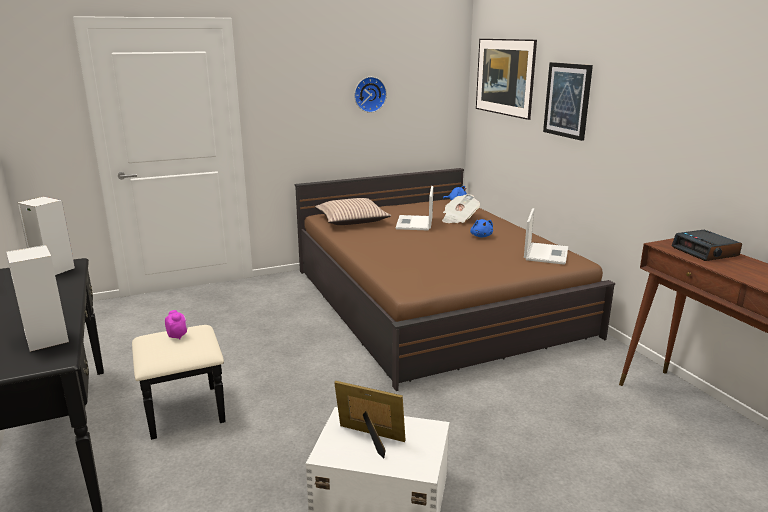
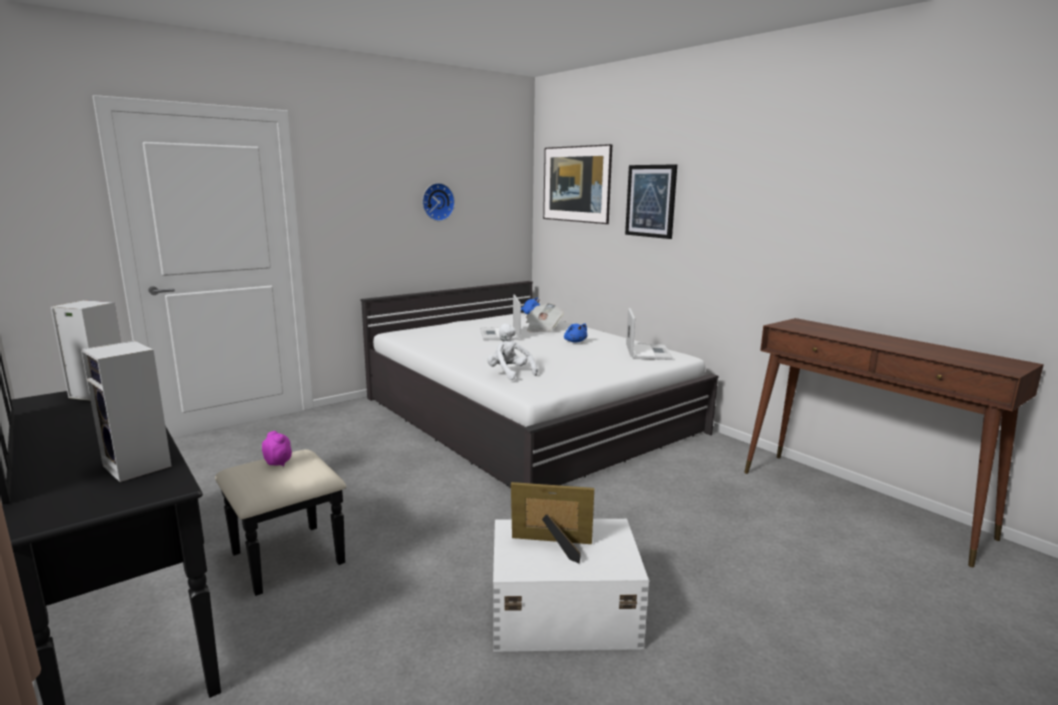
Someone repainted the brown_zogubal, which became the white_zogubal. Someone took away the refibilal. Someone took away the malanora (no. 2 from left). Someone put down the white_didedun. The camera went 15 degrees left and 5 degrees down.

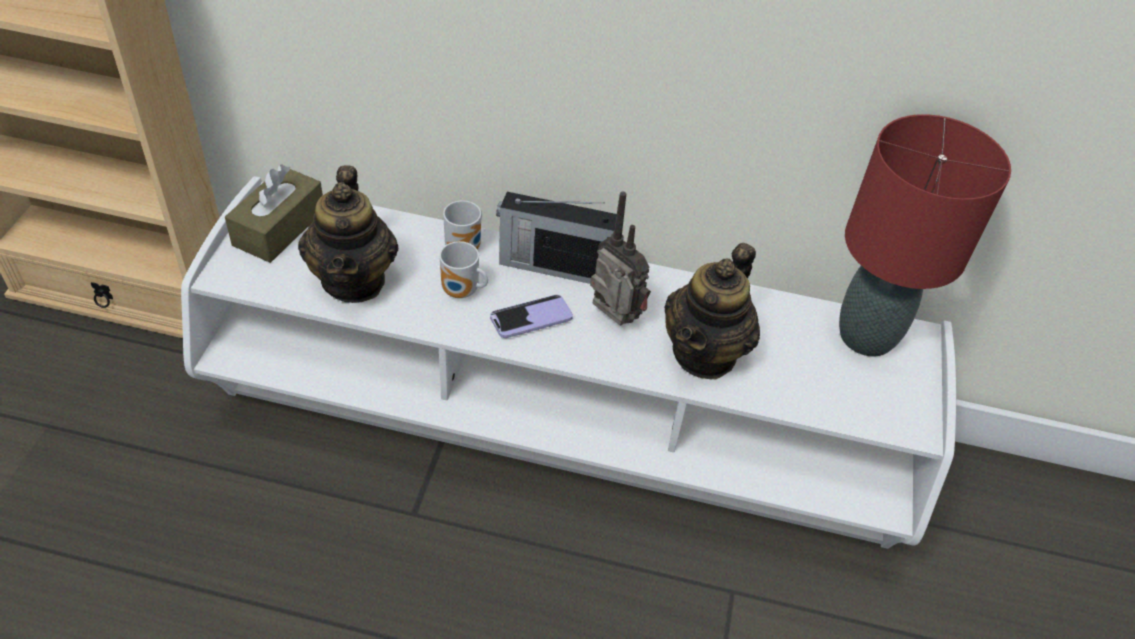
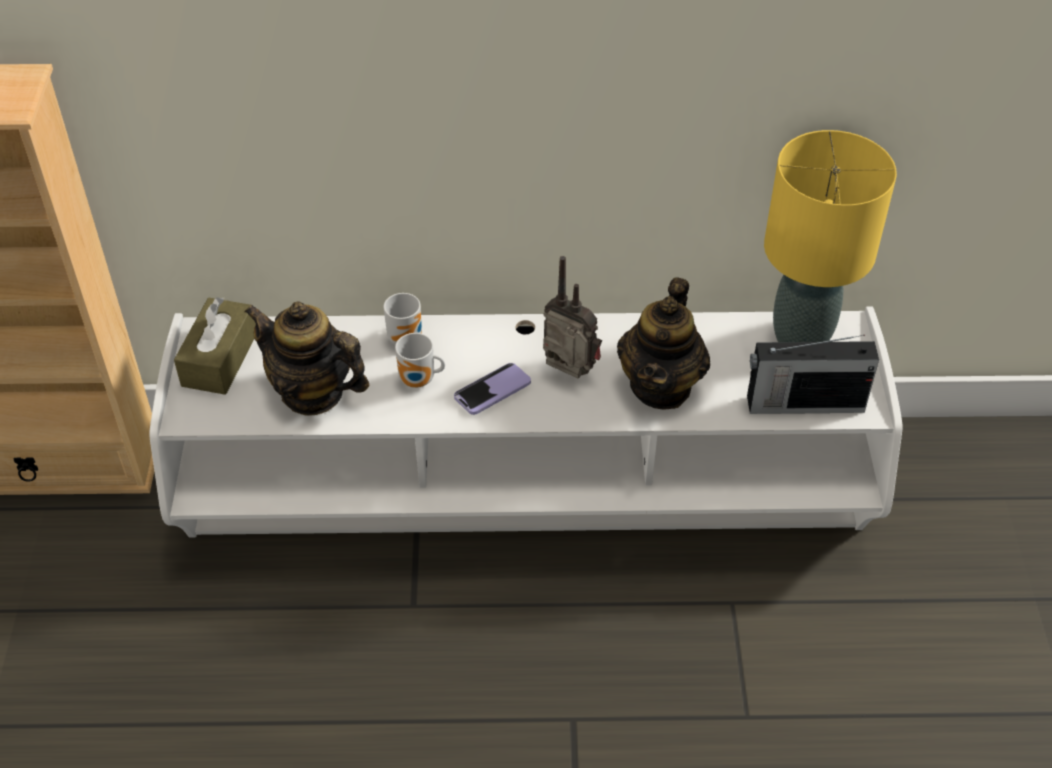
Someone rotated the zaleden (no. 1 from left) by 135 degrees clockwise. Someone carried the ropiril (no. 1 from left in the first image). Someone repainted the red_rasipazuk, which became the yellow_rasipazuk. The camera went 10 degrees left and 0 degrees up.

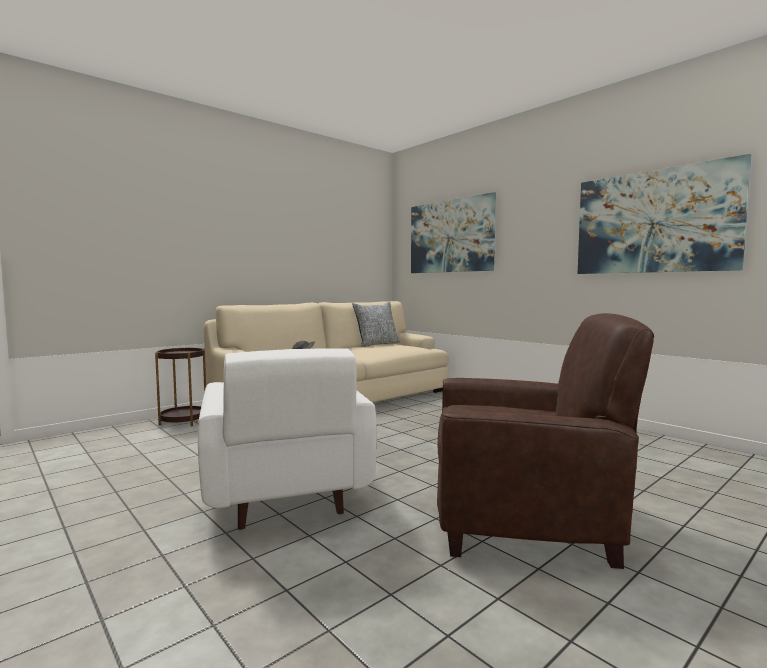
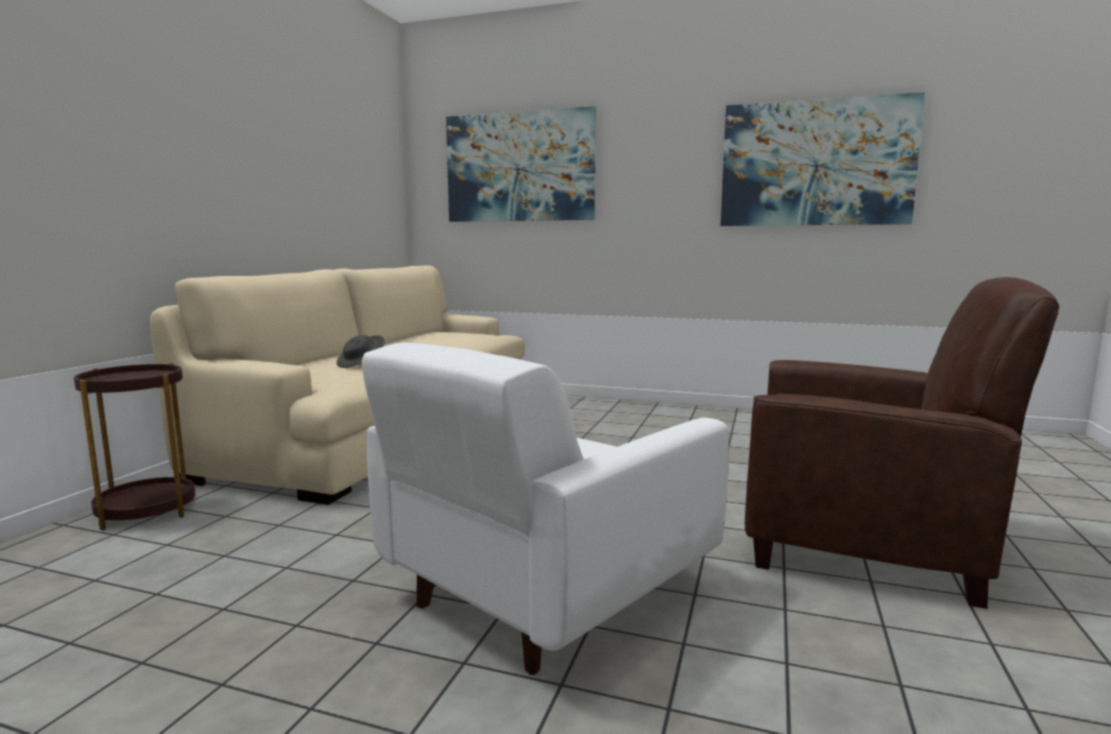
Someone rotated the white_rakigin by 90 degrees clockwise. Someone took away the refibilal. Someone rotated the brown_rakigin by 45 degrees clockwise. The camera went 30 degrees left and 5 degrees up.

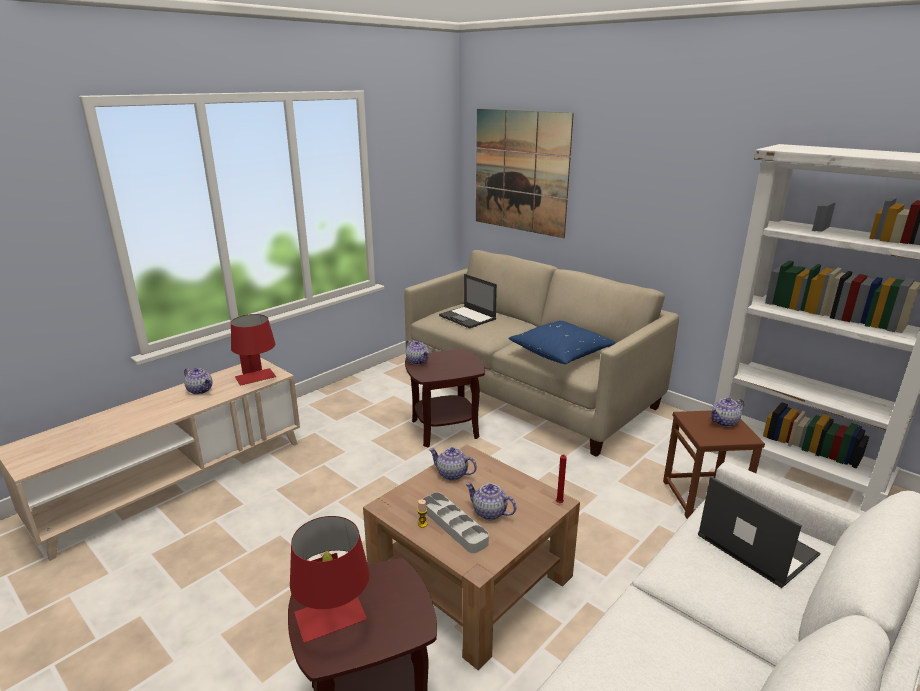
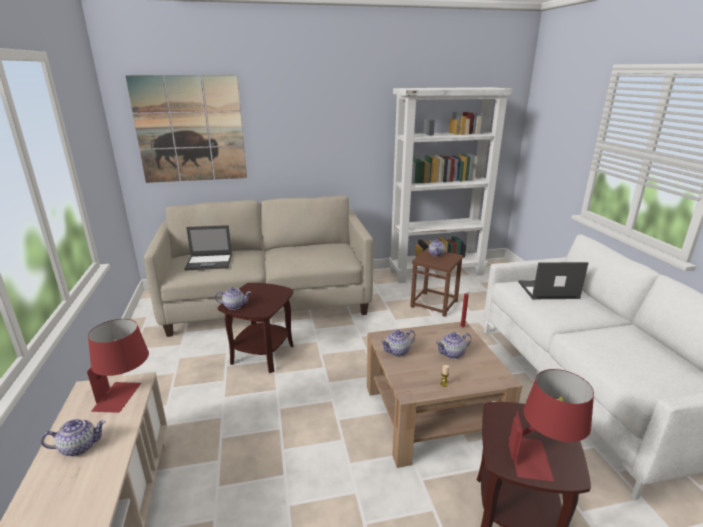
Someone took away the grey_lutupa. Someone took away the blue_refibilal. The camera went 55 degrees left and 0 degrees up.

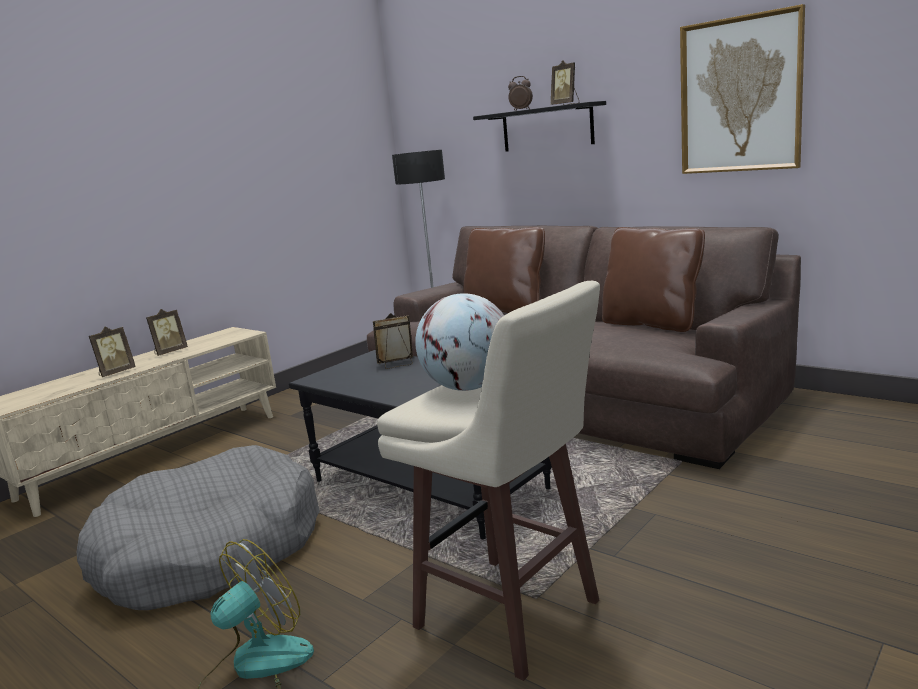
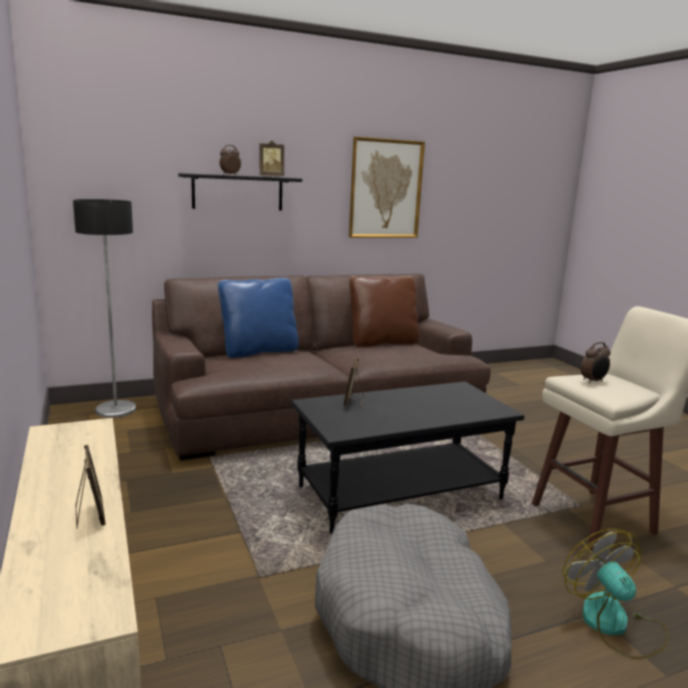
Someone took away the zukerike (no. 2 from left). Someone swapped the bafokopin for the malanora (no. 2 from left). Someone repainted the brown_refibilal (no. 1 from left), which became the blue_refibilal. The camera went 65 degrees left and 0 degrees up.

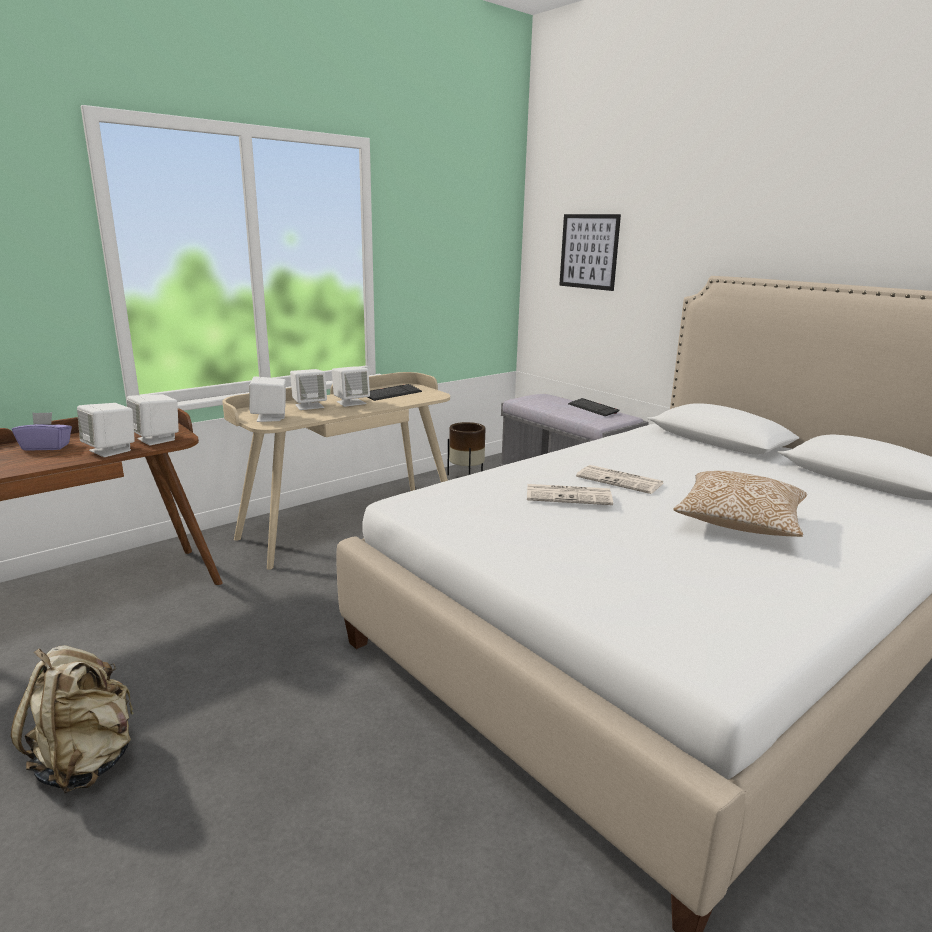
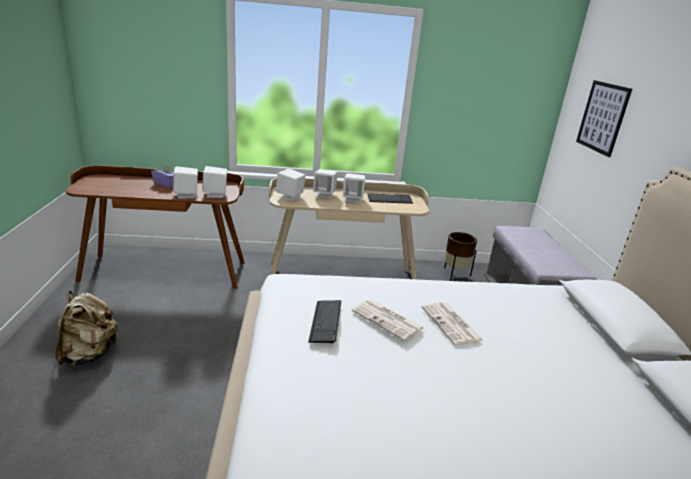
Someone carried the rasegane (no. 2 from left in the first image). Someone took away the refibilal. The camera went 35 degrees right and 5 degrees up.

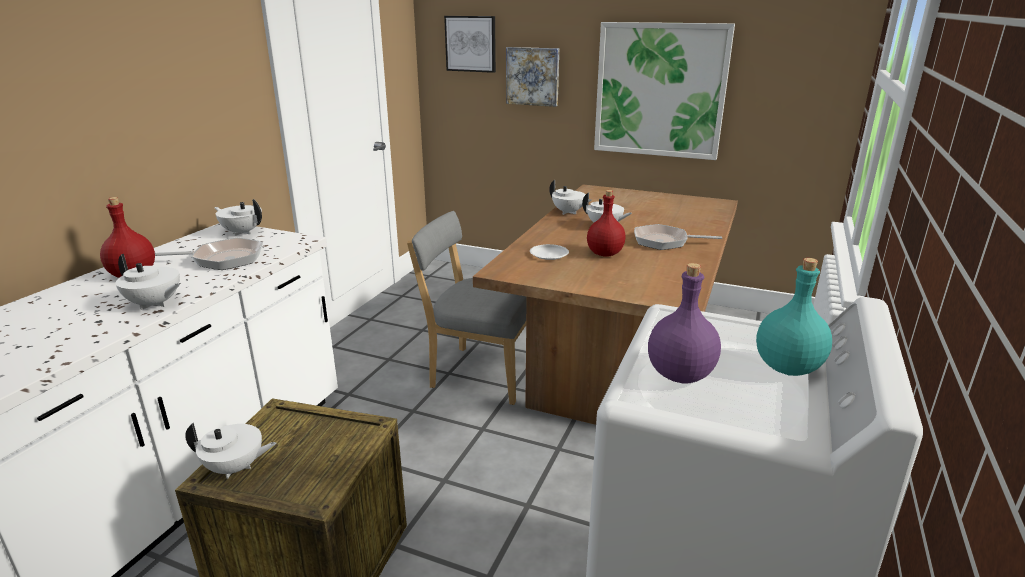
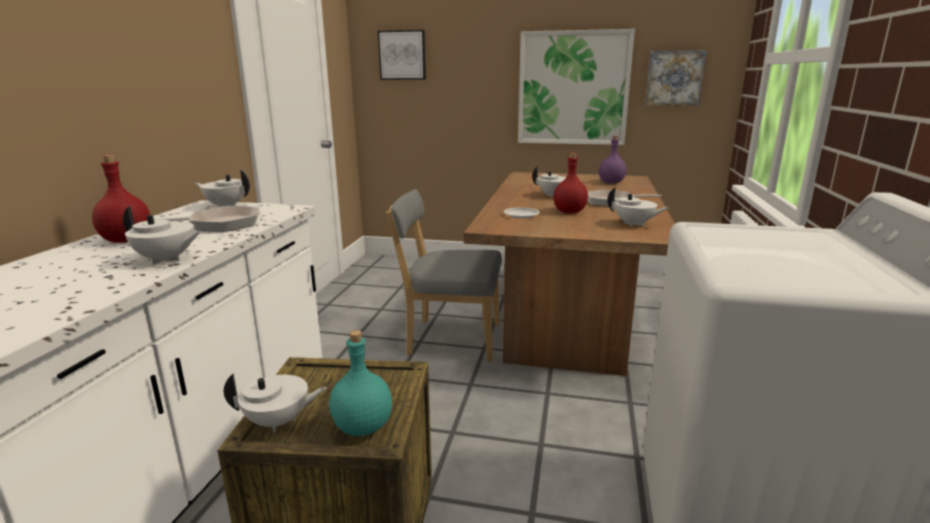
Someone carried the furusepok (no. 2 from left in the first image). Someone carried the white_zaleden (no. 4 from left in the first image). Someone carried the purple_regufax. Someone carried the turquoise_regufax. The camera went 10 degrees left and 5 degrees down.

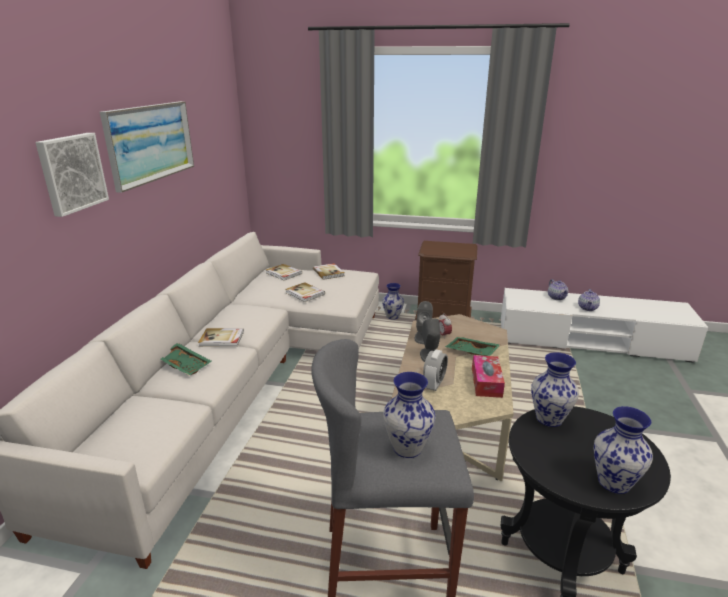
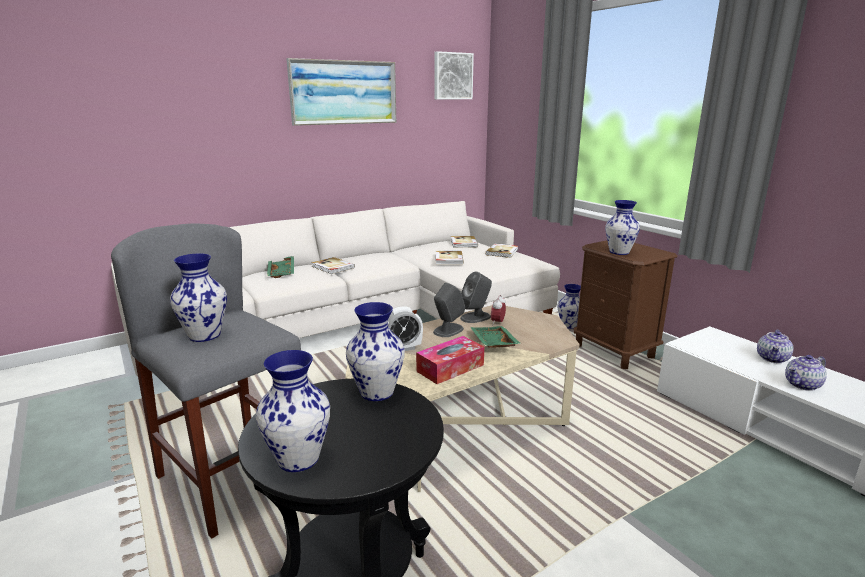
Someone carried the furusepok (no. 1 from left in the first image). Someone put down the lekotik (no. 5 from left). The camera went 45 degrees right and 5 degrees down.

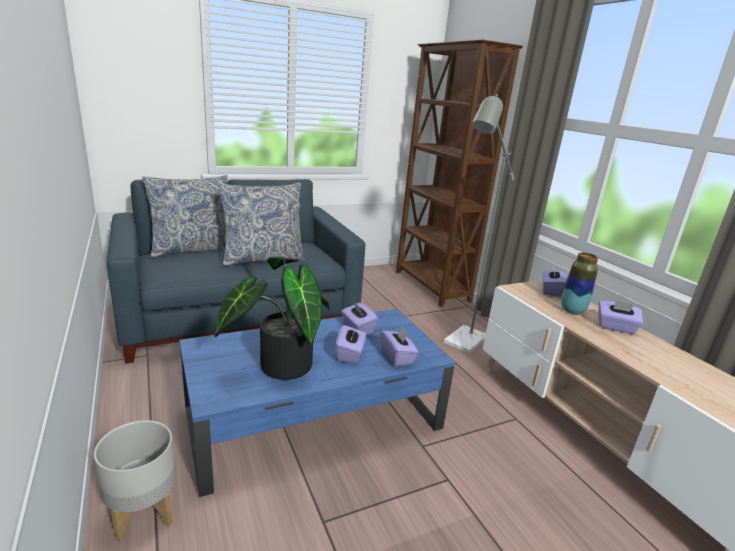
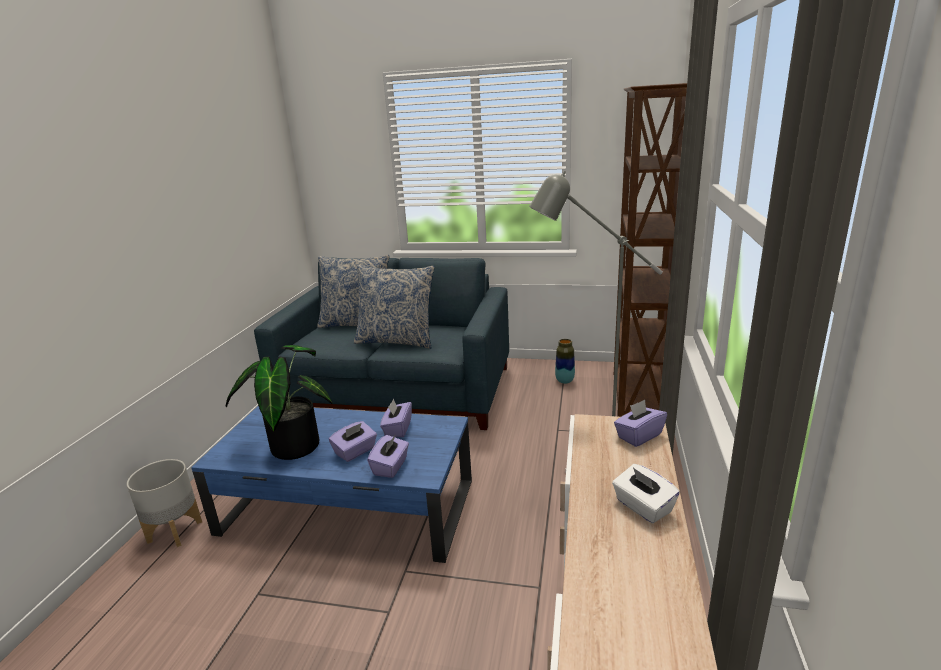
Someone carried the lekotik. Someone repainted the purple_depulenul (no. 5 from left), which became the white_depulenul. The camera went 40 degrees right and 0 degrees up.

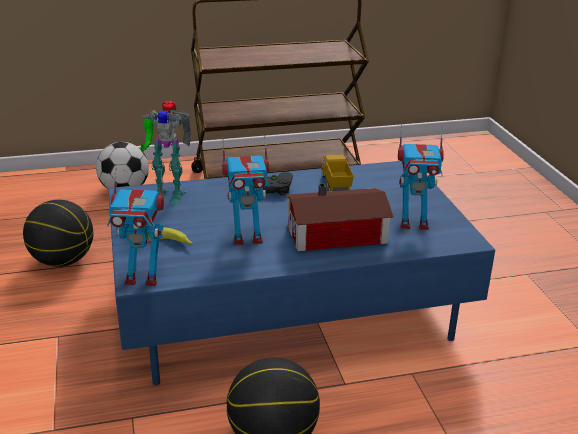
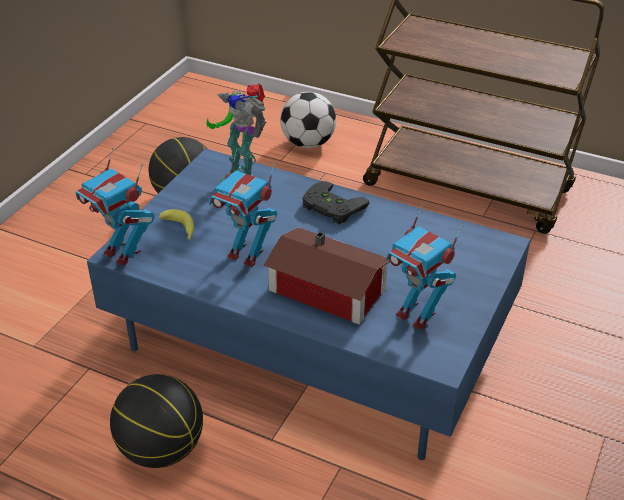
Someone took away the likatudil. The camera went 40 degrees right and 10 degrees up.

